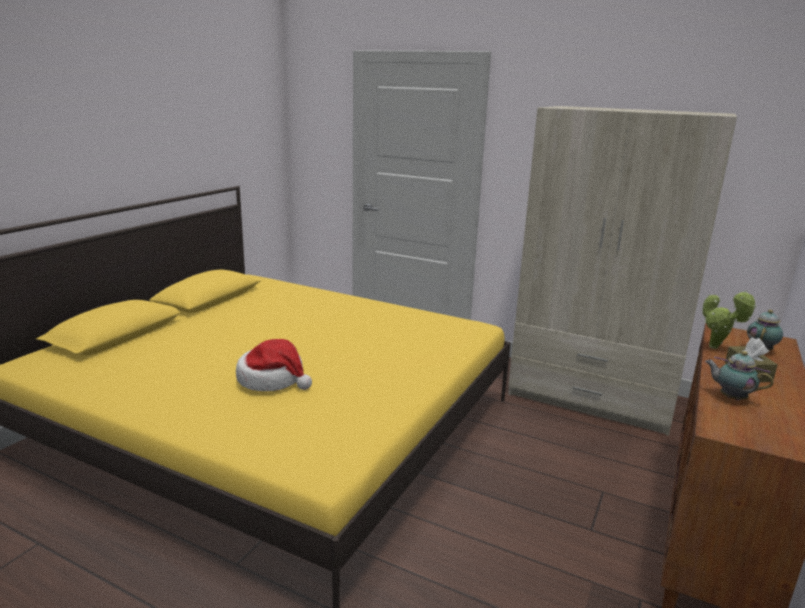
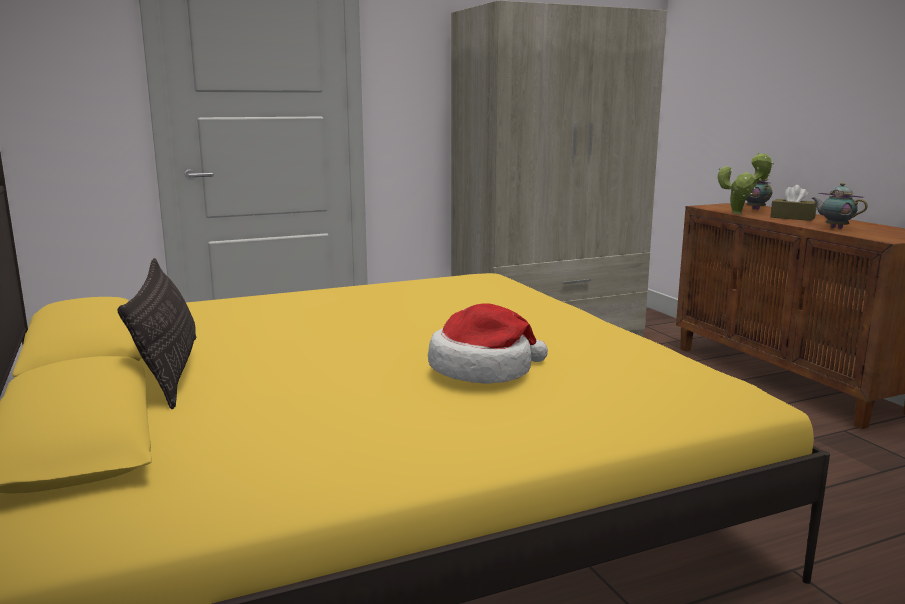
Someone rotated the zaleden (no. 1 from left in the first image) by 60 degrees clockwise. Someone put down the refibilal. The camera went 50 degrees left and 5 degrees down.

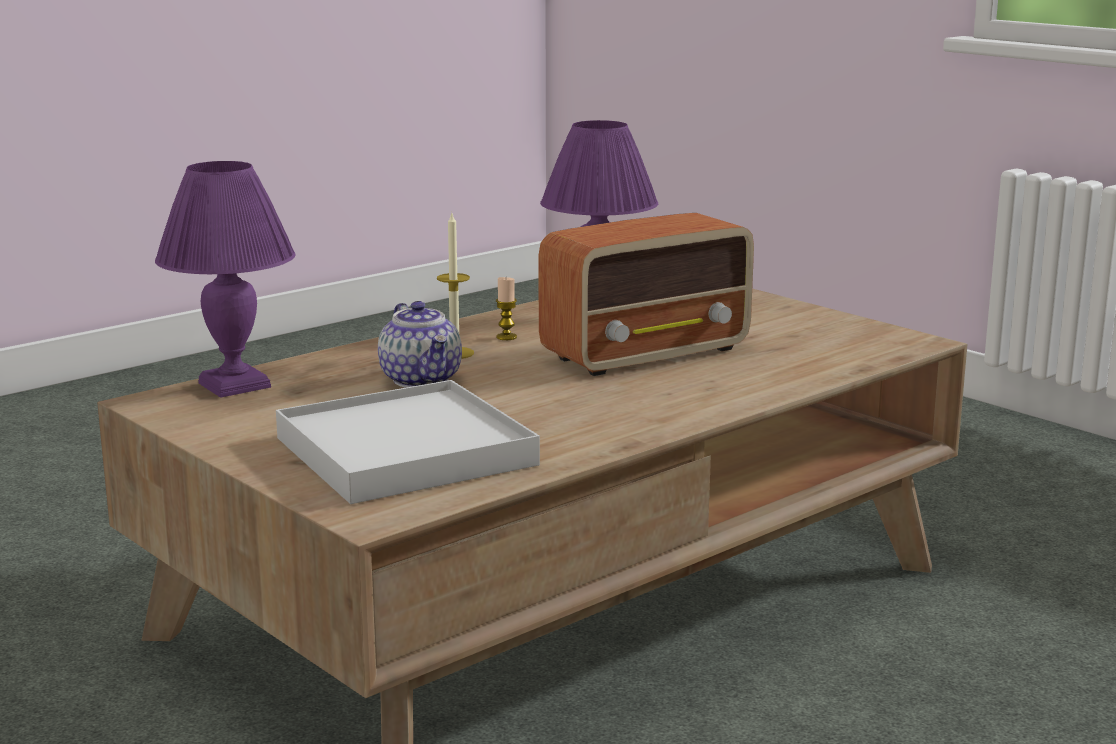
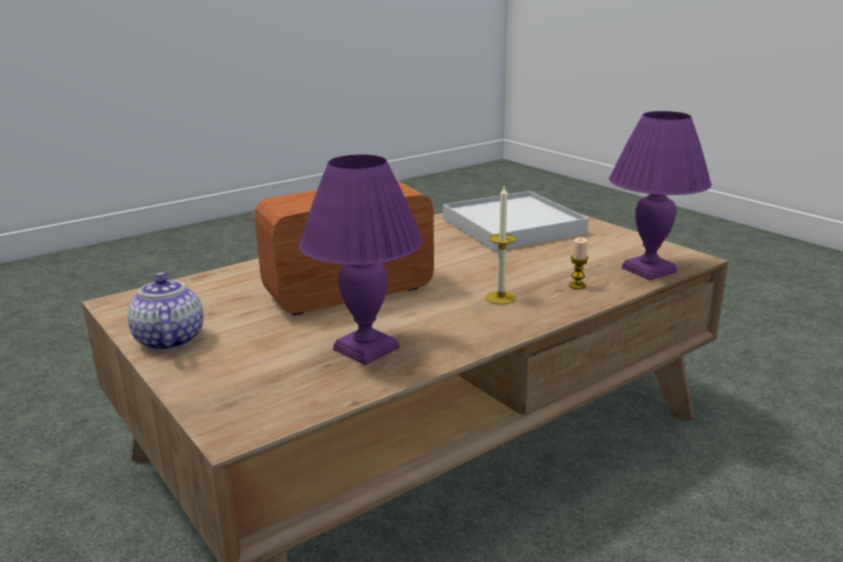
Someone carried the zaleden. Someone carried the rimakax (no. 2 from left). The camera went 175 degrees left and 5 degrees up.

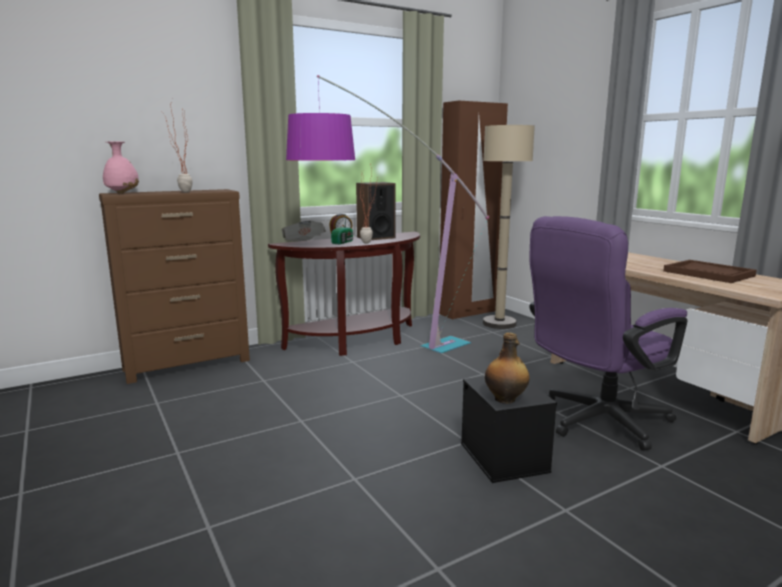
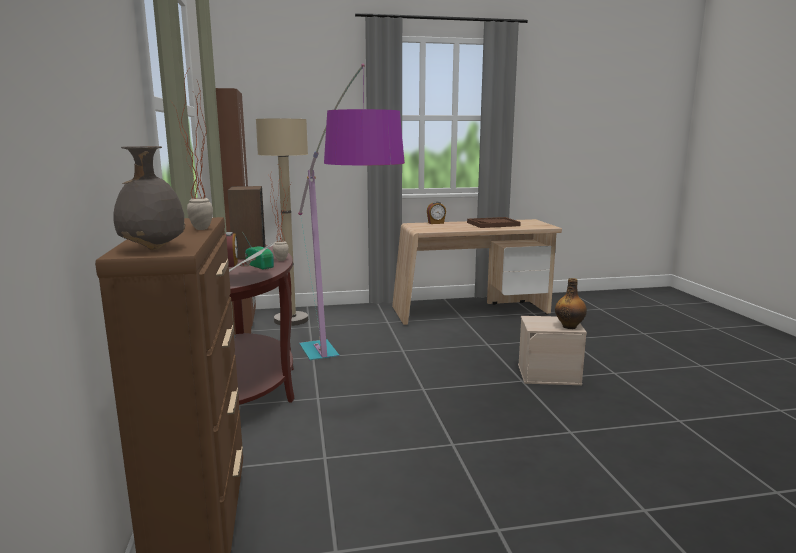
Someone repainted the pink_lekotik, which became the grey_lekotik. Someone repainted the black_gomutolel, which became the beige_gomutolel. Someone took away the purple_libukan. Someone put down the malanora (no. 2 from left). The camera went 70 degrees left and 0 degrees up.

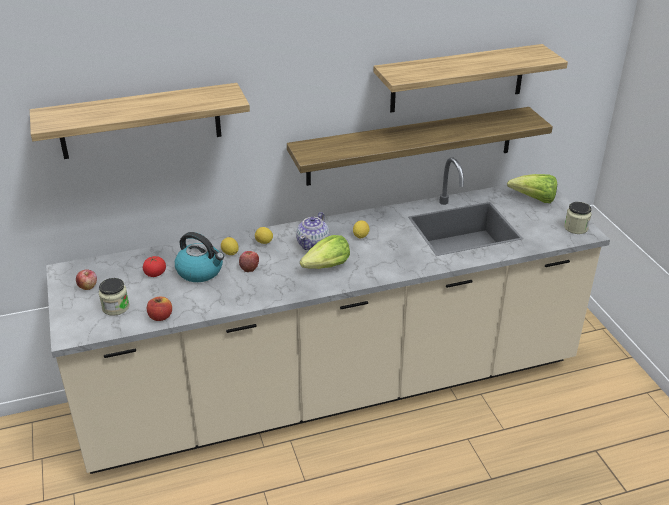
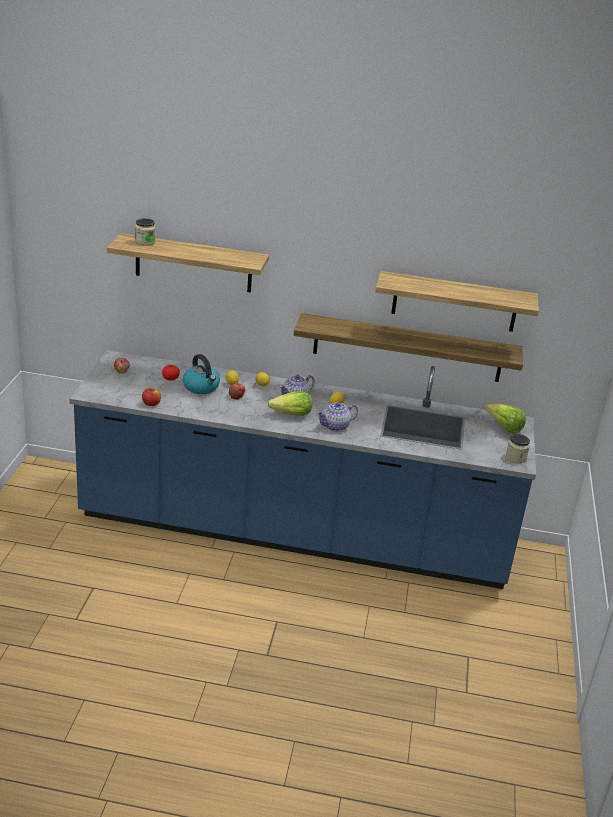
Someone repainted the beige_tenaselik, which became the blue_tenaselik. Someone carried the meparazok (no. 1 from left). Someone put down the zaleden (no. 2 from left). The camera went 25 degrees right and 5 degrees down.

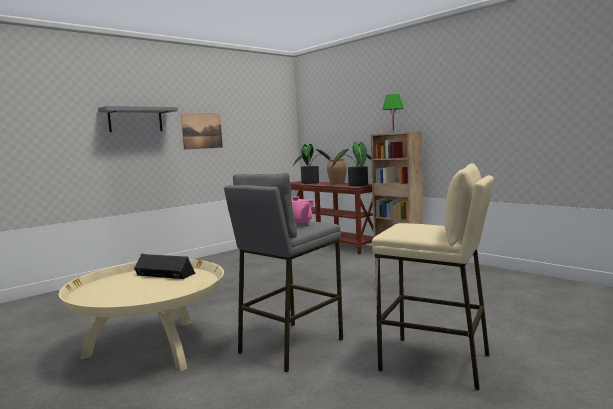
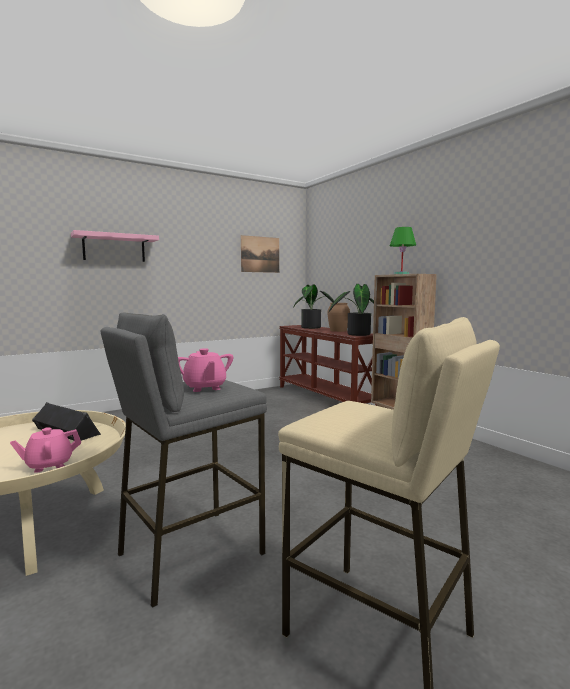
Someone repainted the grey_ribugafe, which became the pink_ribugafe. Someone carried the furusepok. Someone put down the pink_zaleden (no. 1 from left). The camera went 10 degrees right and 0 degrees up.

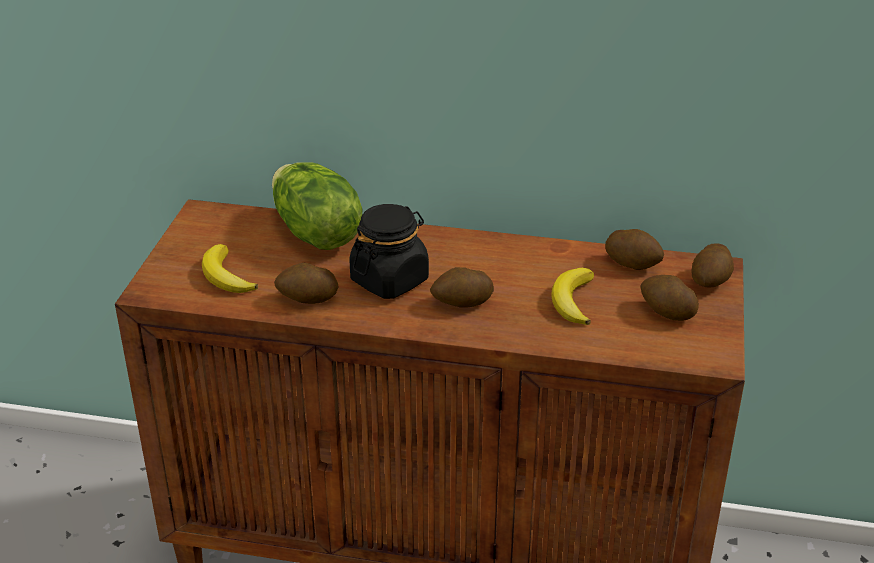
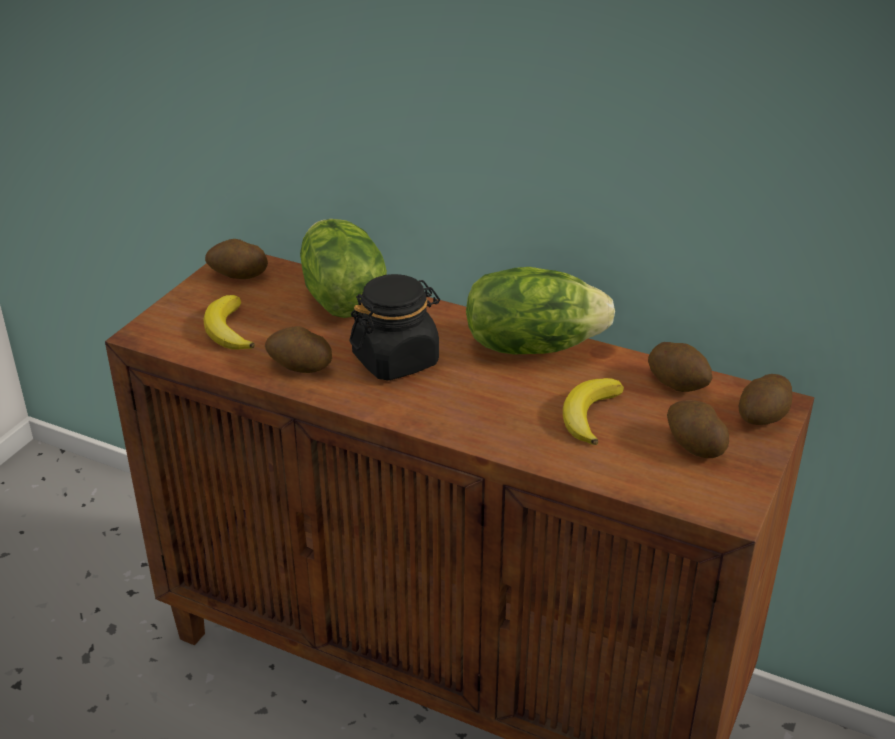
Someone carried the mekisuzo (no. 2 from left in the first image). Someone put down the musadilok (no. 2 from left). The camera went 15 degrees right and 0 degrees up.

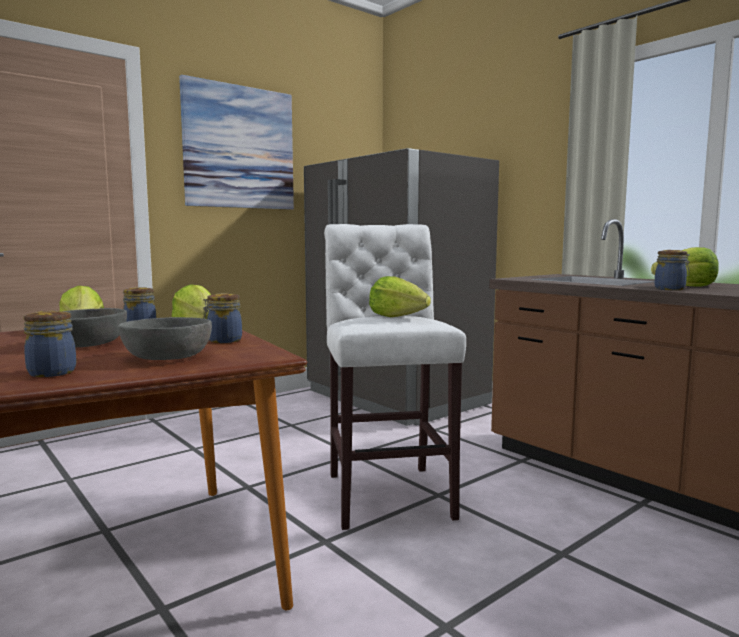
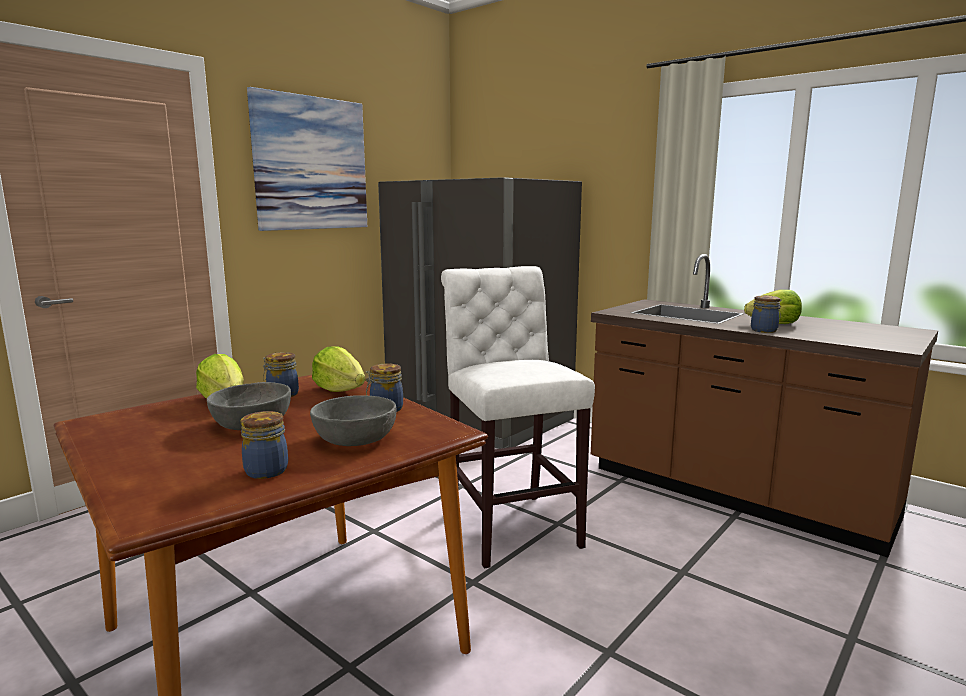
Someone took away the musadilok (no. 3 from left). The camera went 10 degrees left and 5 degrees up.

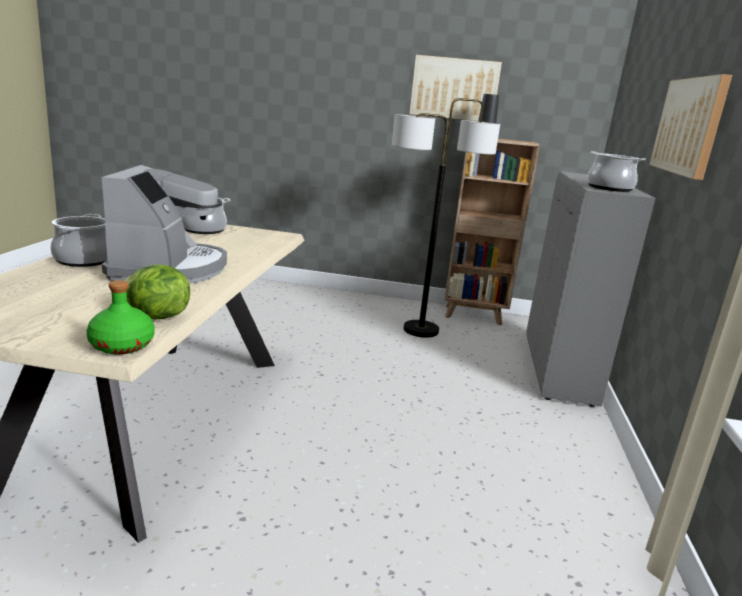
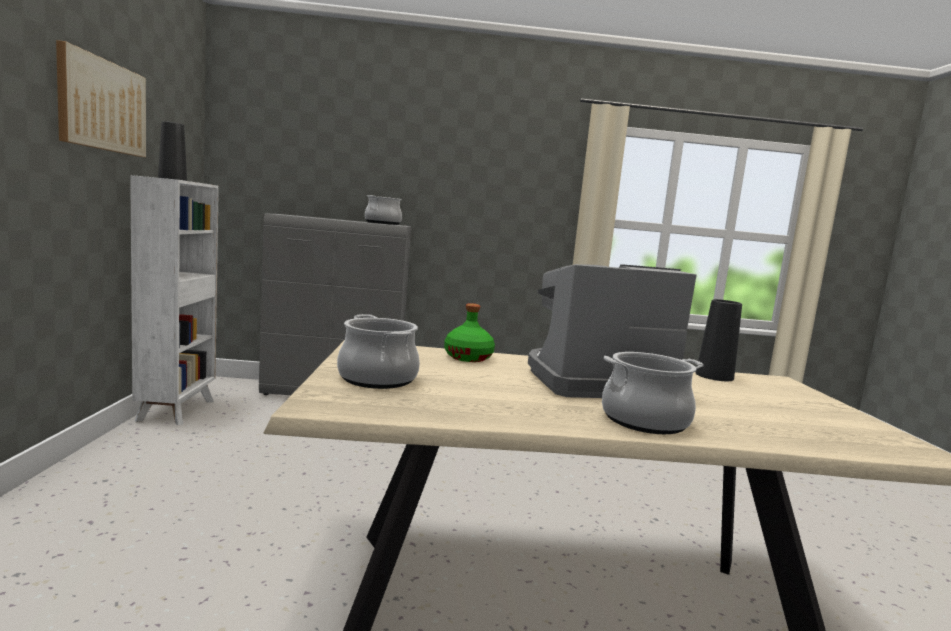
Someone carried the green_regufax. Someone swapped the musadilok for the black_lekotik (no. 2 from left). Someone took away the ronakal. Someone repainted the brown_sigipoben, which became the white_sigipoben. Someone took away the furusepok (no. 2 from left). The camera went 100 degrees left and 10 degrees down.

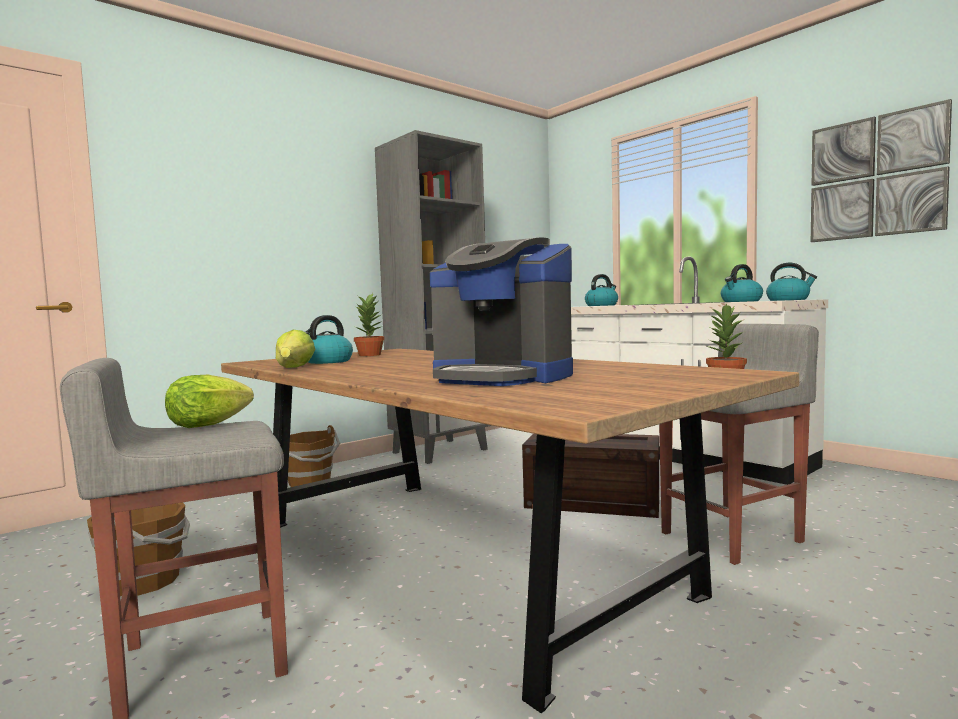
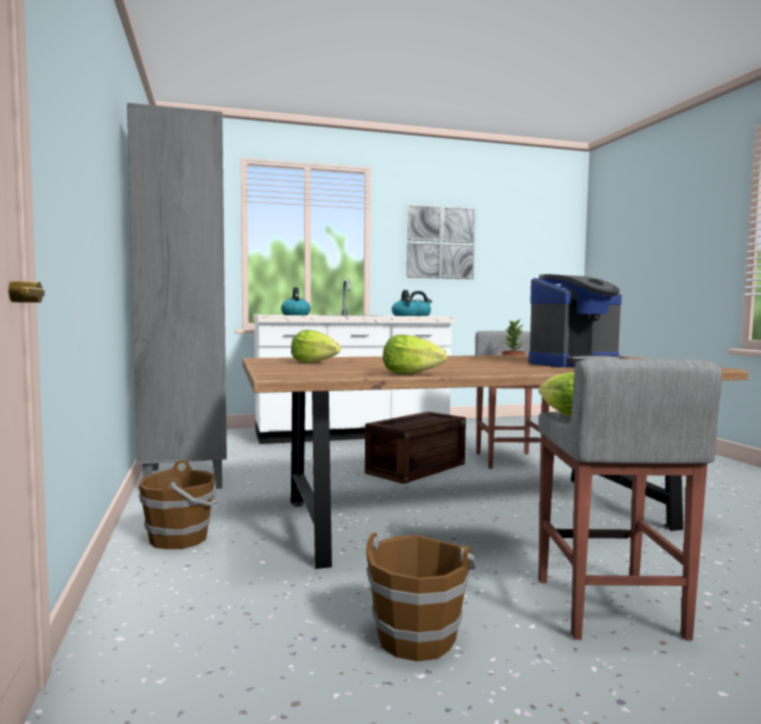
Someone took away the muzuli (no. 1 from left). Someone swapped the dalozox (no. 1 from left) for the musadilok (no. 1 from left). The camera went 65 degrees left and 0 degrees up.

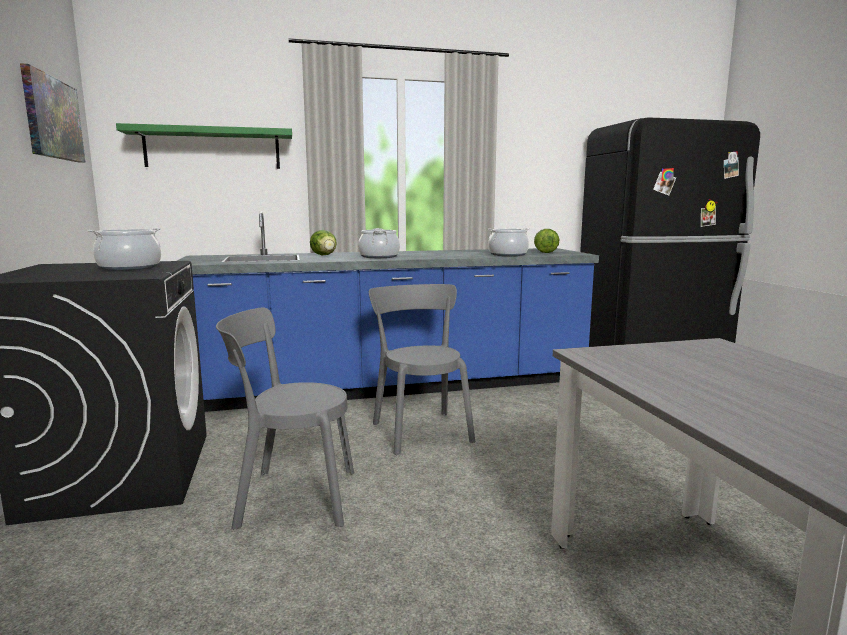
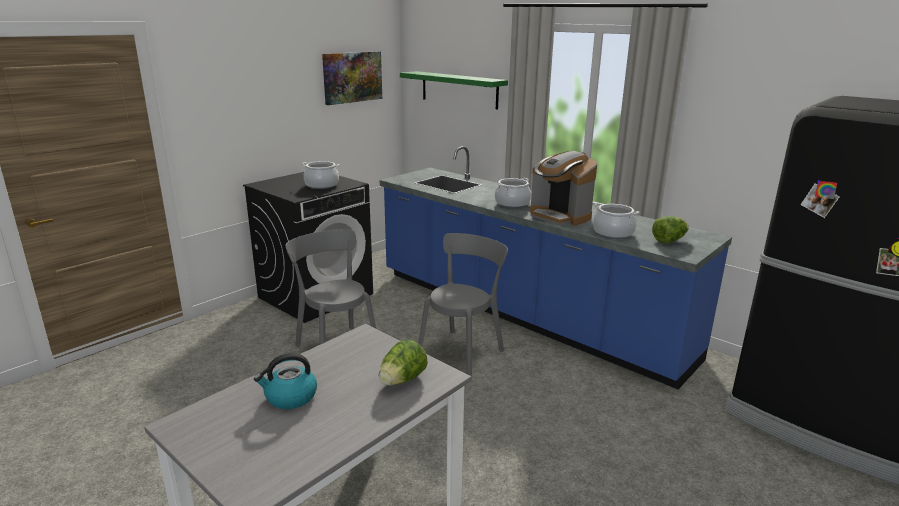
Someone carried the musadilok (no. 1 from left). Someone put down the muzuli. Someone put down the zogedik. The camera went 55 degrees right and 10 degrees up.

